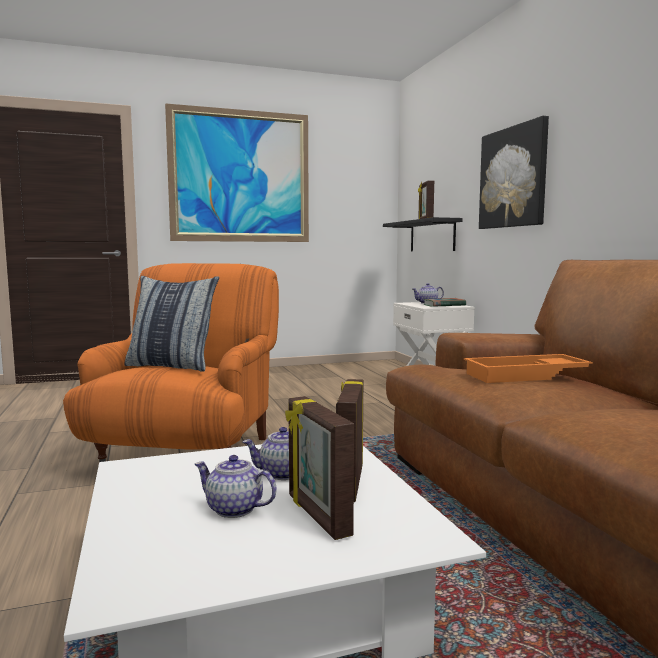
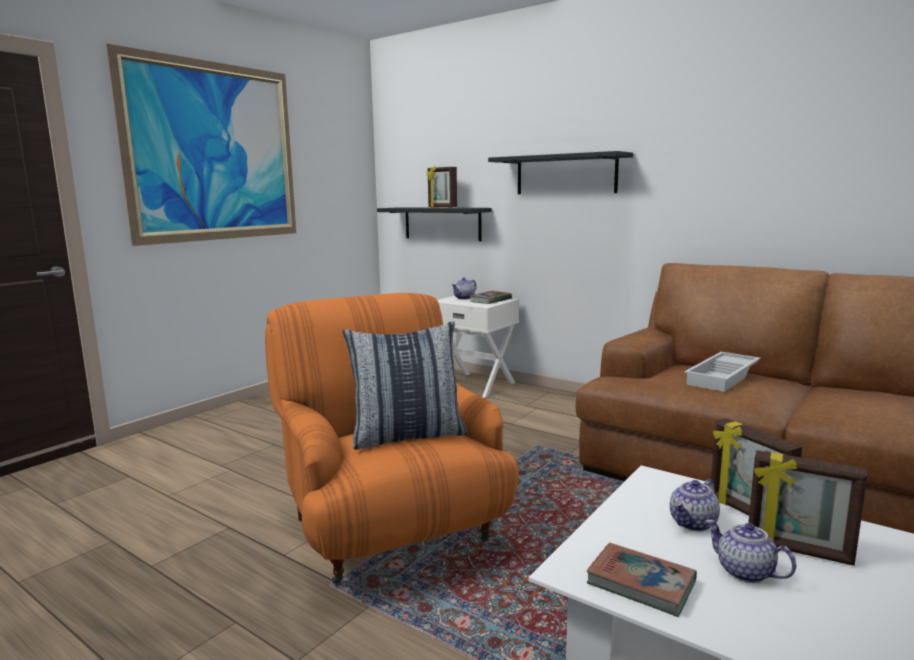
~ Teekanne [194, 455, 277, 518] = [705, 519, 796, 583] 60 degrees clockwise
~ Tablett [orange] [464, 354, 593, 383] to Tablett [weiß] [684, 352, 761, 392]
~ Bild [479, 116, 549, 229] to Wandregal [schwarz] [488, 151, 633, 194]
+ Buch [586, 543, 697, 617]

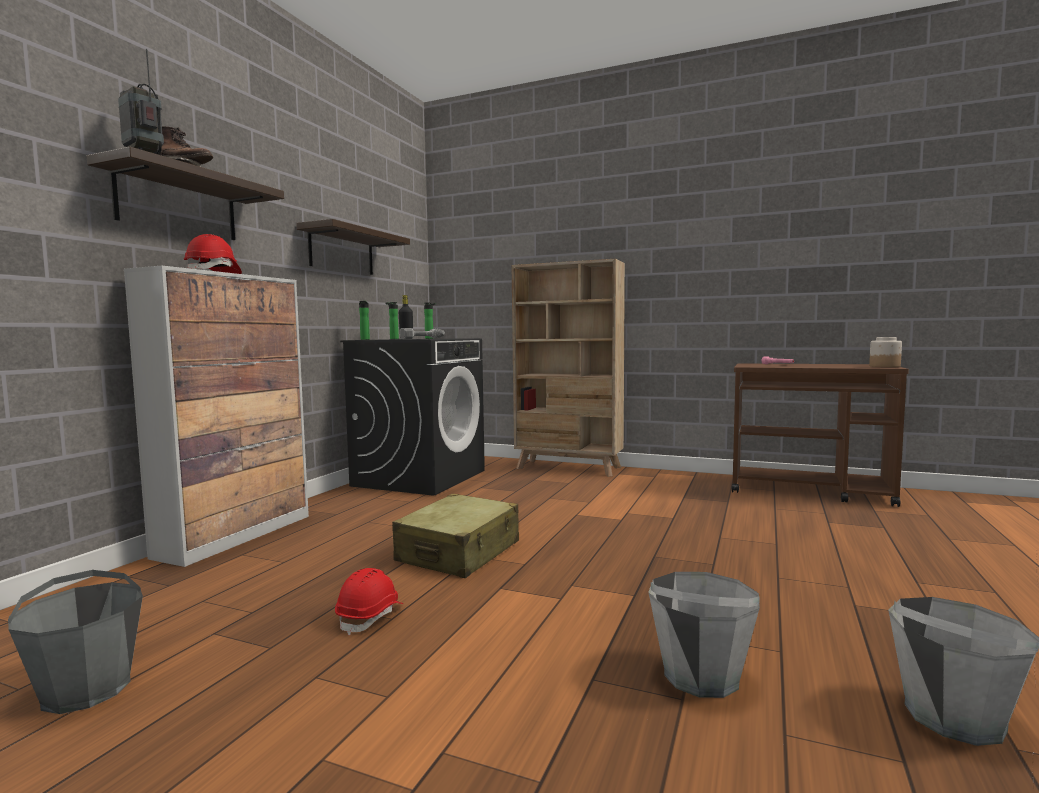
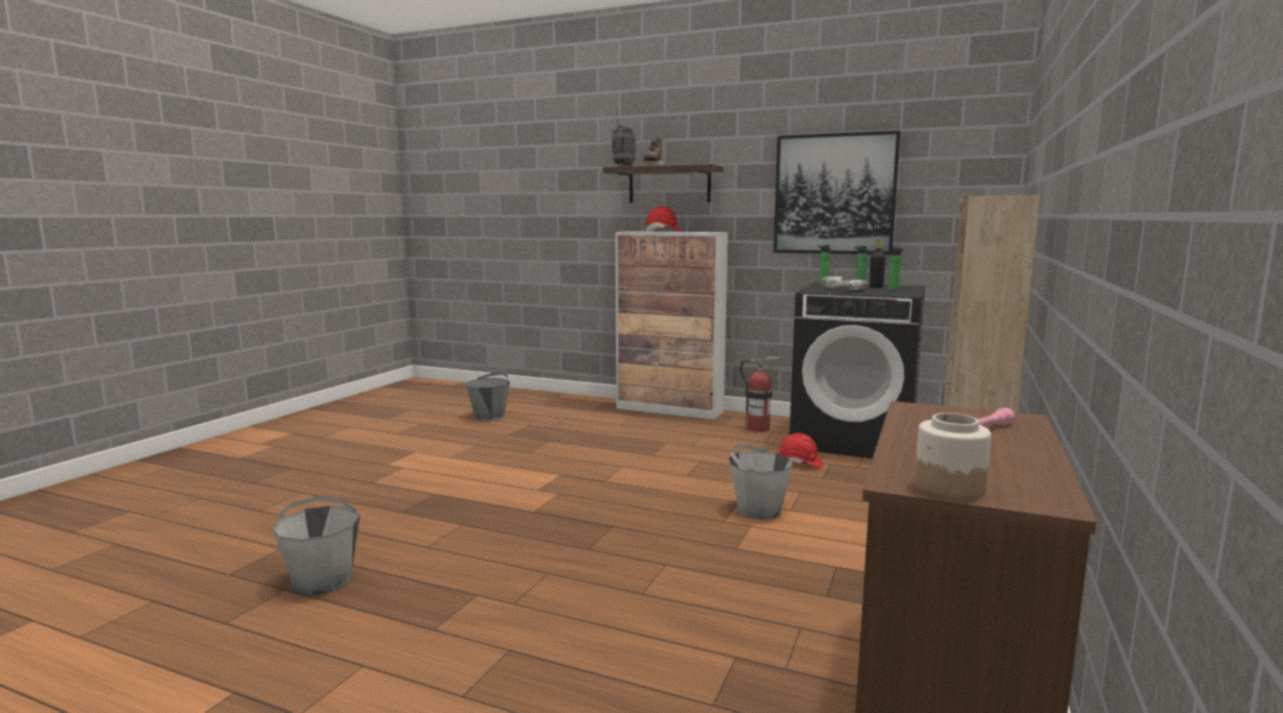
~ Wandregal [296, 219, 410, 275] to Bild [774, 131, 901, 255]
~ Schutzhelm [rot] [335, 568, 403, 635] to [778, 433, 824, 468]
- Koffer [beige] [392, 494, 519, 578]
~ Eimer [grau] [648, 572, 760, 698] to [729, 445, 793, 519]
+ Feuerlöscher [740, 357, 782, 432]

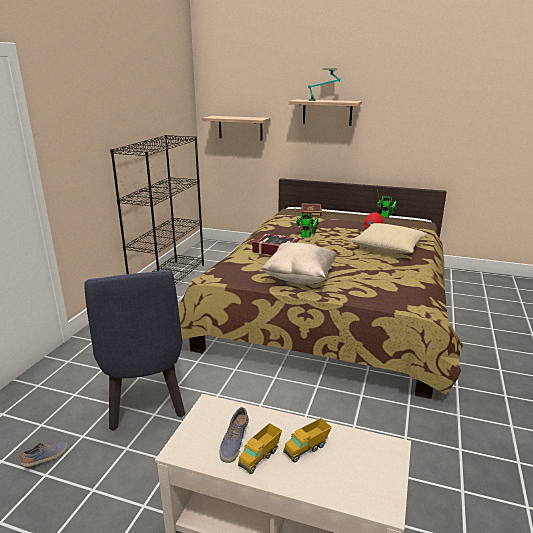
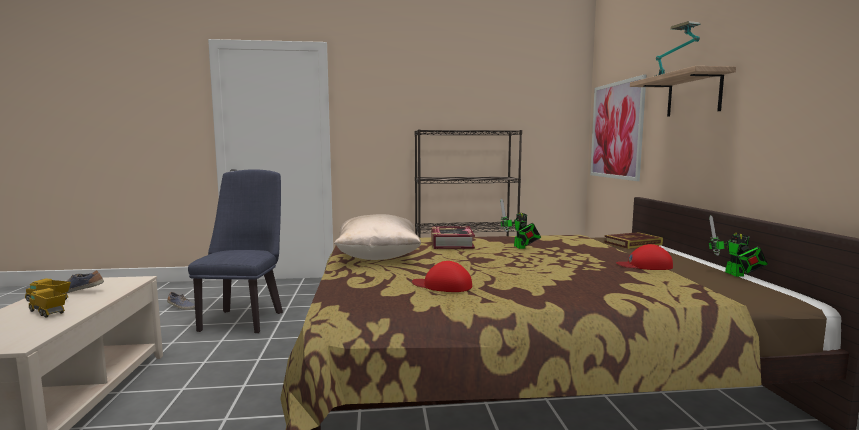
~ Stuhl [blau] [84, 270, 185, 431] = [188, 169, 283, 333] 135 degrees clockwise
~ Wandregal [202, 116, 270, 140] to Bild [590, 75, 646, 181]
- Kissen [beige] [350, 223, 428, 254]
+ Kappe [rot] [412, 261, 472, 292]

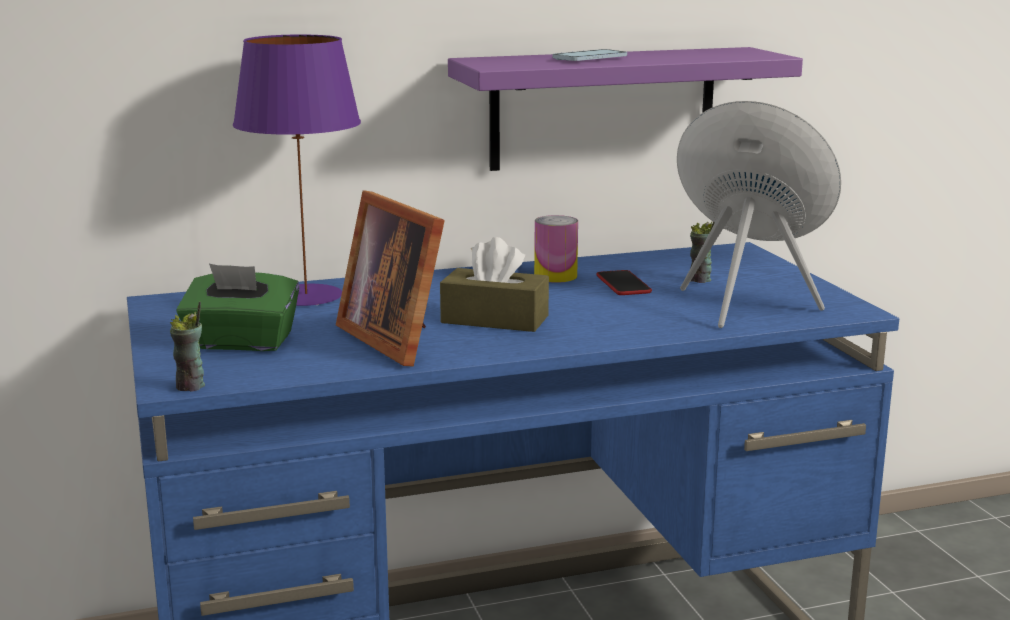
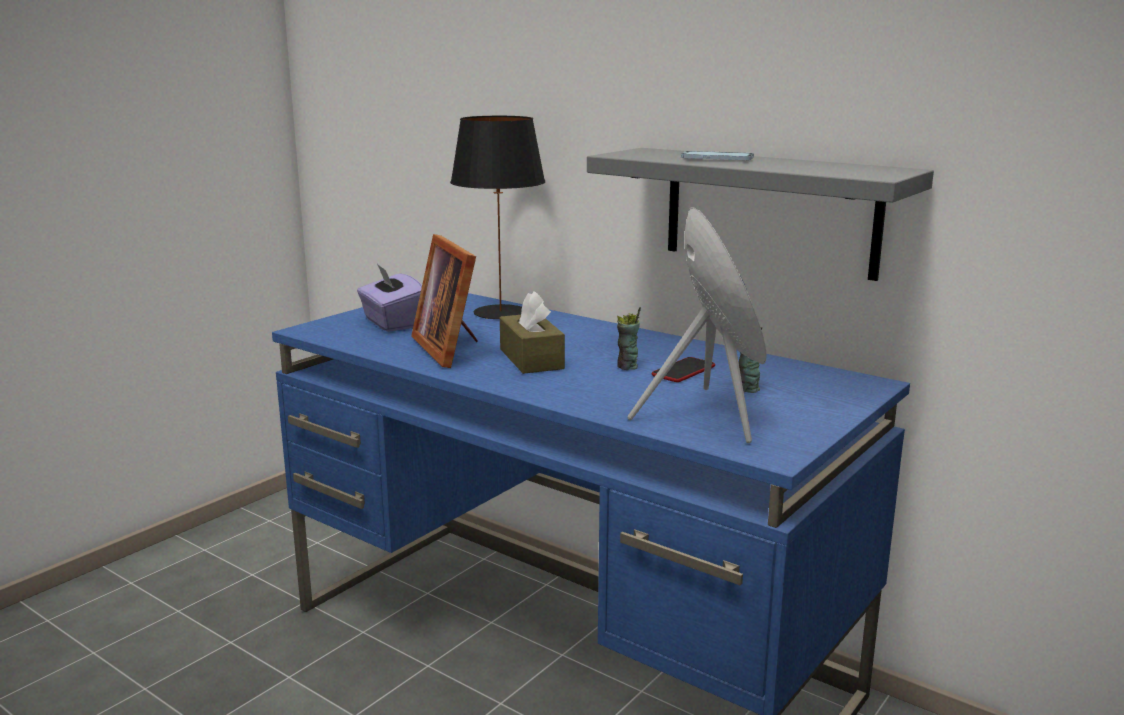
~ Tasse [170, 302, 205, 392] to [617, 307, 641, 370]
~ Taschentuchbox [grün] [176, 264, 299, 351] to Taschentuchbox [lila] [357, 264, 422, 332]
~ Tischlampe [lila] [233, 34, 361, 306] to Tischlampe [schwarz] [450, 116, 545, 319]
~ Bilderrahmen [336, 190, 445, 366] = [411, 234, 478, 368] 45 degrees counterclockwise
~ Wandregal [lila] [448, 47, 803, 171] to Wandregal [grau] [587, 148, 934, 281]
- Dose [534, 215, 578, 283]

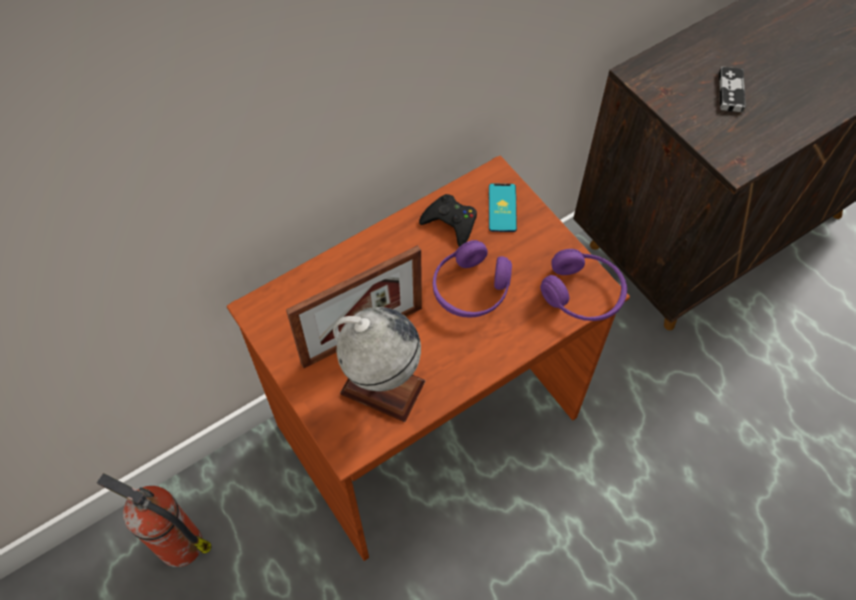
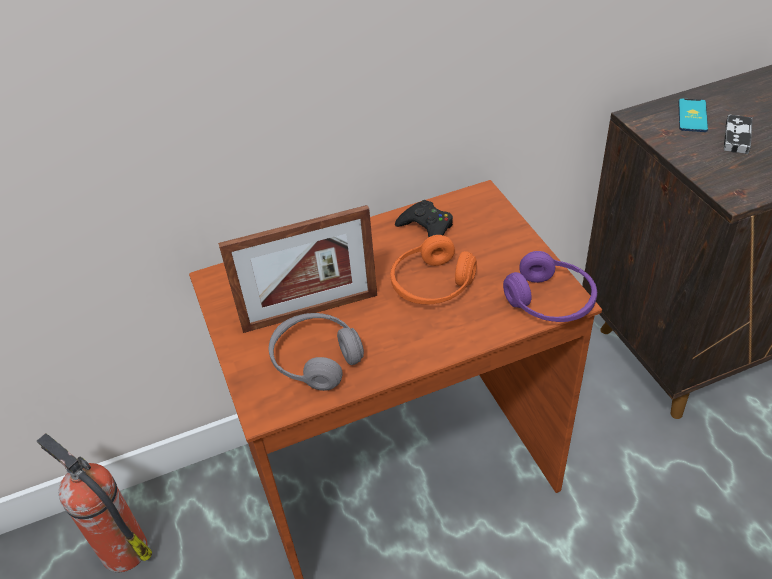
~ Globus [333, 307, 426, 422] to Kopfhörer [grau] [269, 313, 364, 391]
~ Kopfhörer [lila] [433, 240, 512, 317] to Kopfhörer [orange] [390, 235, 477, 304]
~ Handy [489, 184, 517, 232] to [678, 99, 708, 132]

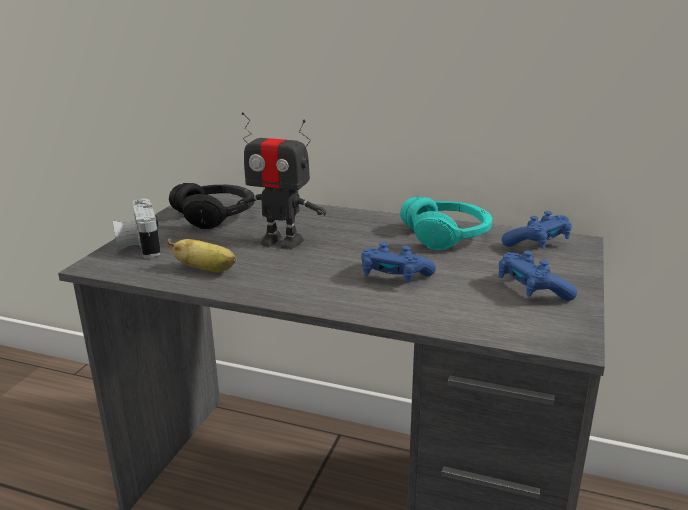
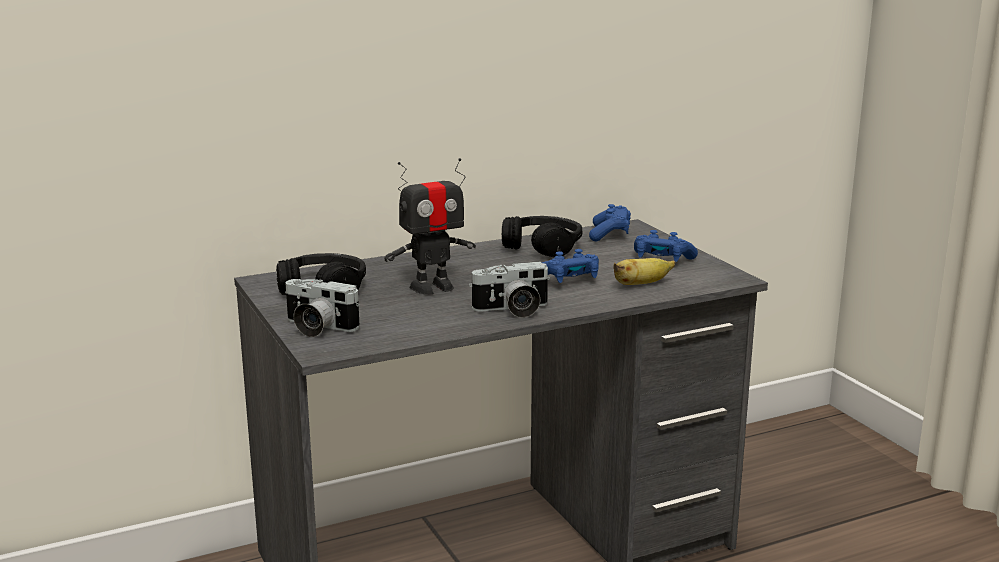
~ Banane [167, 238, 236, 272] to [613, 258, 675, 285]
~ Kopfhörer [türkis] [400, 196, 492, 250] to Kopfhörer [schwarz] [502, 216, 582, 257]
+ Kamera [469, 262, 550, 318]

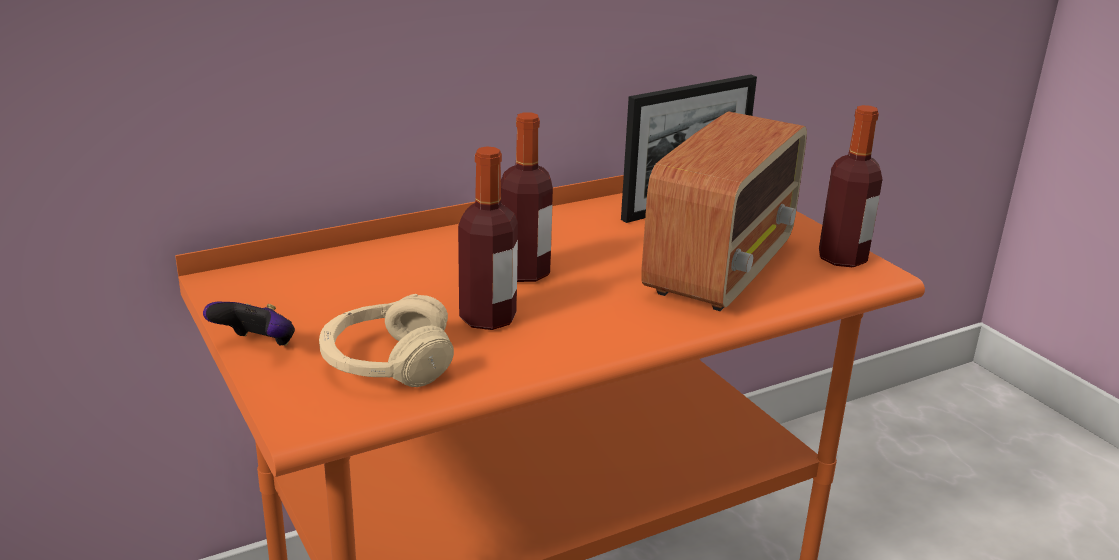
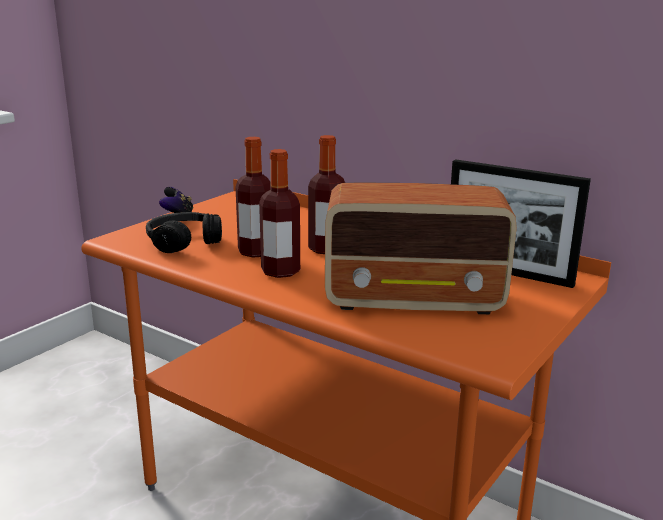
~ Kopfhörer [beige] [319, 294, 454, 387] to Kopfhörer [schwarz] [146, 212, 222, 253]
~ Flasche [819, 105, 883, 267] to [259, 149, 300, 278]

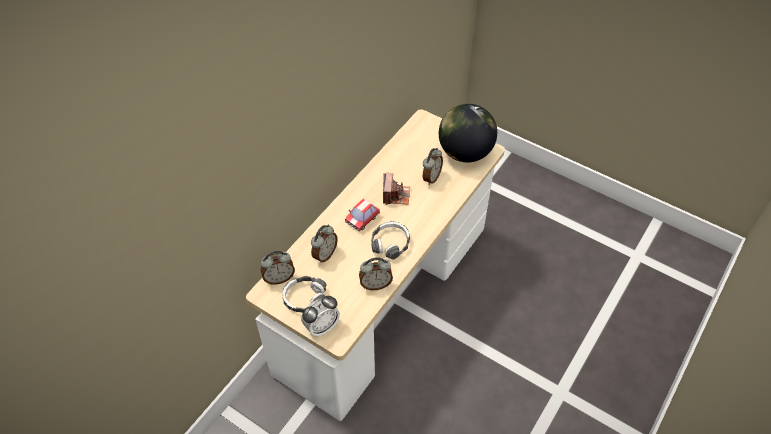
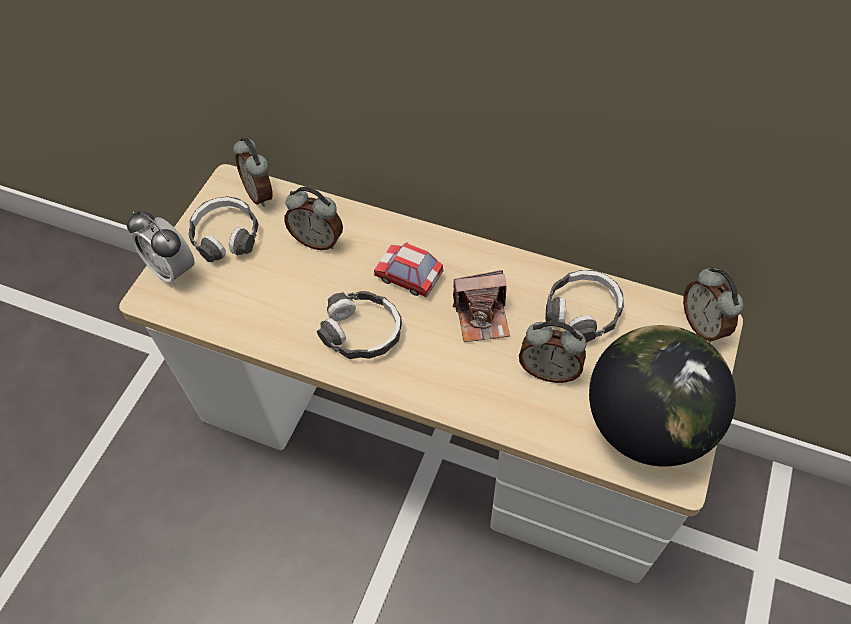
~ Wecker [359, 258, 393, 290] to [683, 267, 744, 343]
+ Kopfhörer [545, 270, 624, 343]

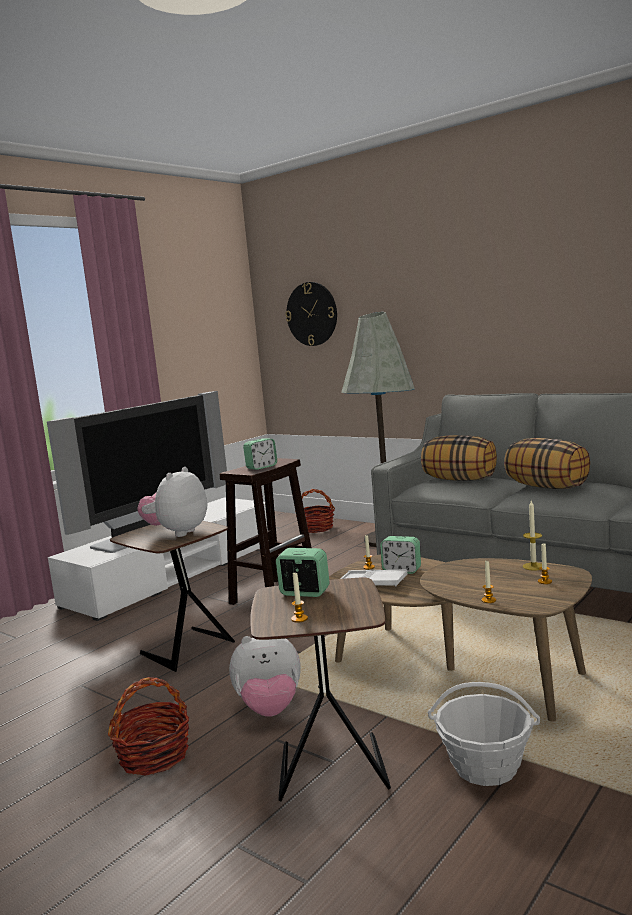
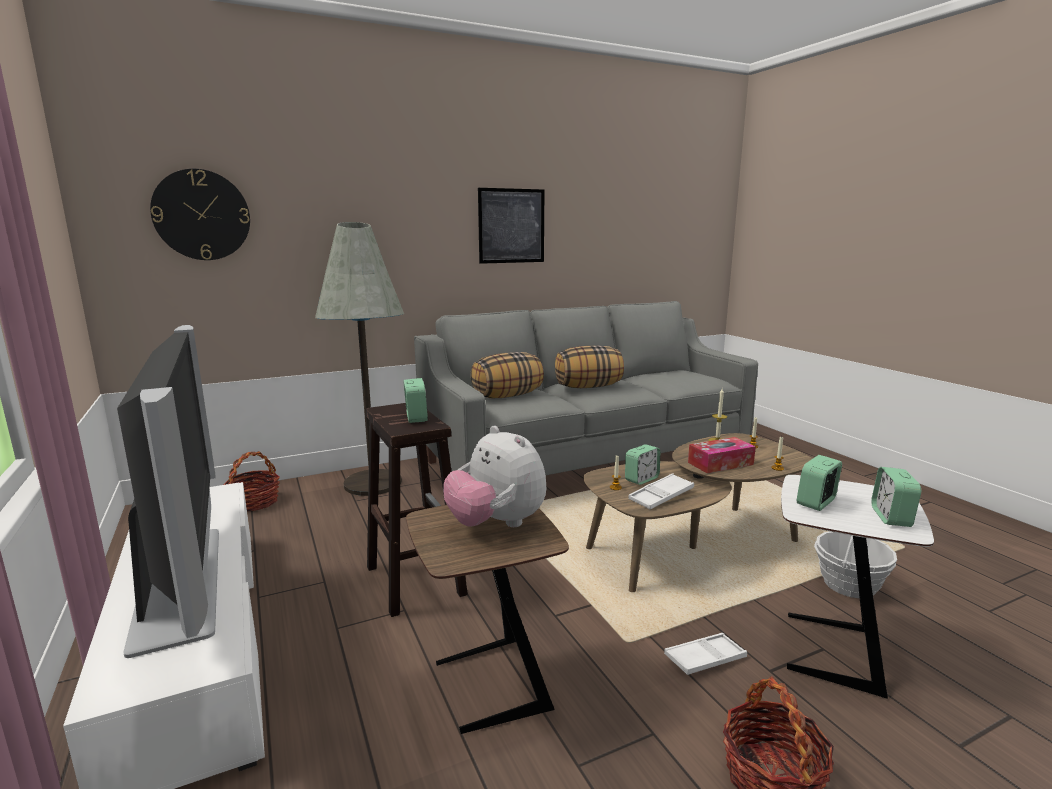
~ Plüschtier [229, 636, 300, 717] to Tablett [weiß] [664, 633, 747, 675]
~ Beistelltisch [braun] [250, 577, 391, 801] to Beistelltisch [weiß] [781, 475, 934, 699]
~ Kerze [291, 573, 308, 623] to Wecker [871, 467, 921, 527]
+ Bild [478, 188, 544, 264]
+ Taschentuchbox [688, 437, 756, 473]

